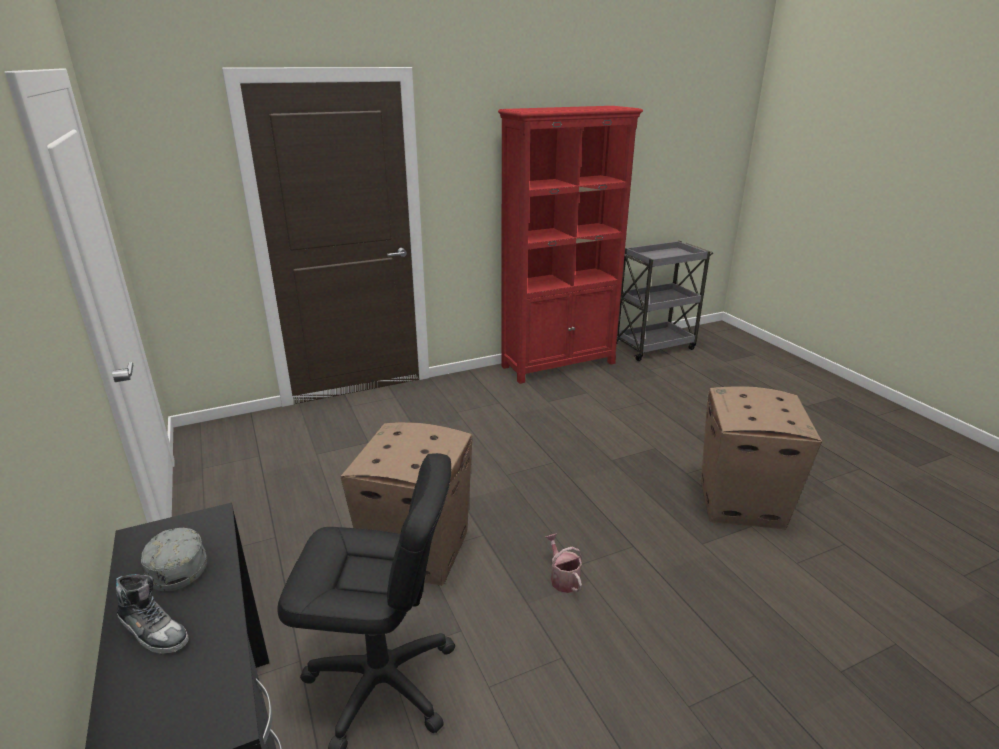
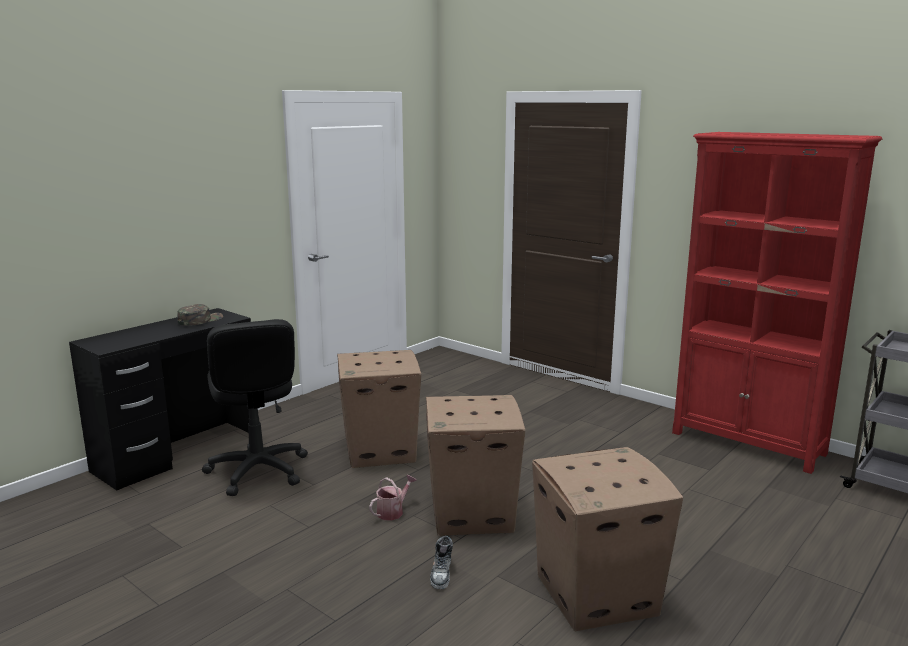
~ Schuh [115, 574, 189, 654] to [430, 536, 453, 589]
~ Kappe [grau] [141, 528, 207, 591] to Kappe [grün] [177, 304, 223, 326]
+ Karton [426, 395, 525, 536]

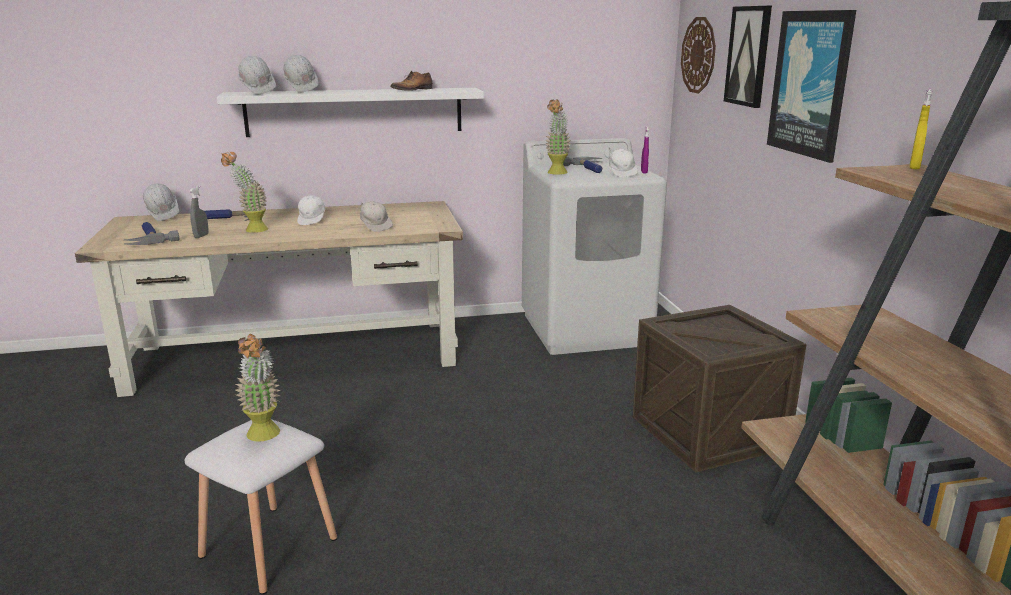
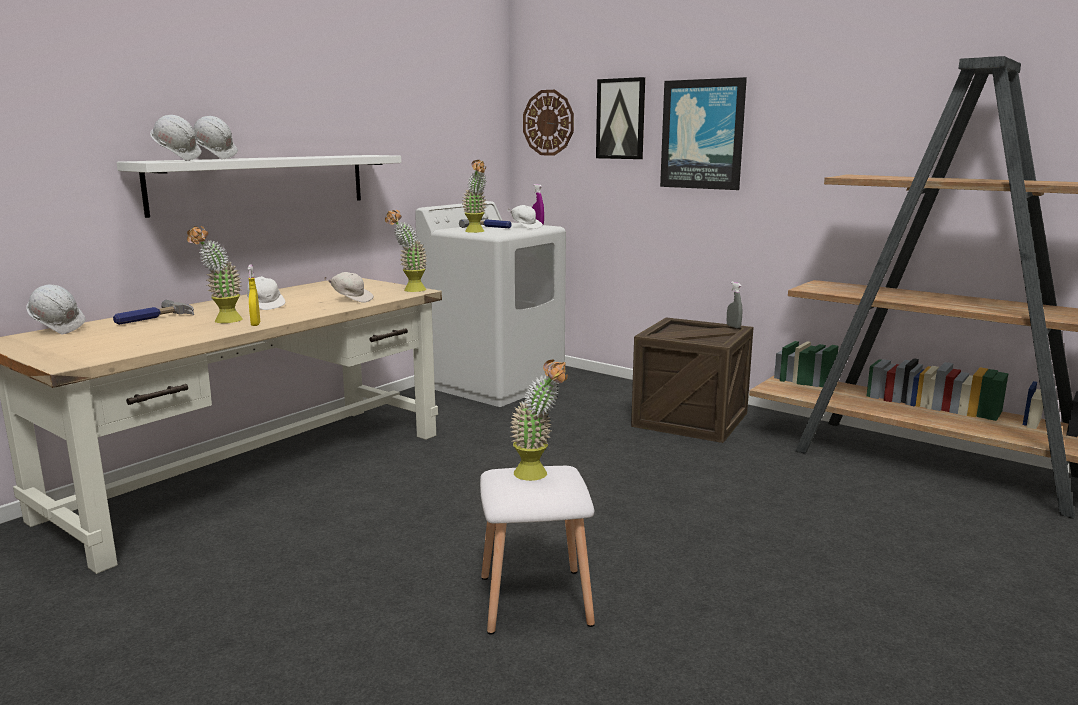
- Hammer [124, 222, 179, 245]
~ Sprühflasche [grau] [189, 186, 209, 238] to [727, 282, 742, 329]
- Schuh [390, 71, 432, 91]
~ Sprühflasche [gelb] [910, 88, 932, 169] to [248, 265, 260, 326]
+ Topfpflanze [385, 210, 427, 292]

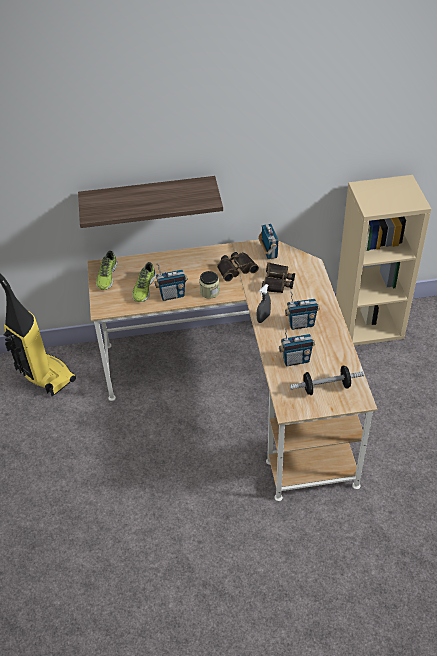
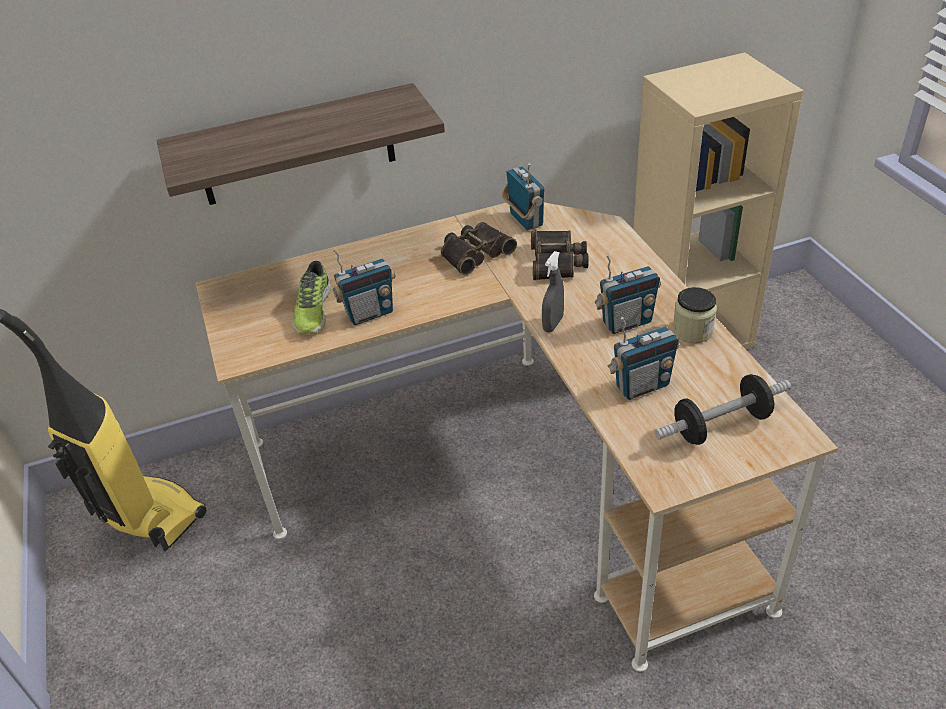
- Schuh [96, 251, 117, 290]
~ Vorratsglas [199, 271, 220, 299] to [673, 287, 717, 343]

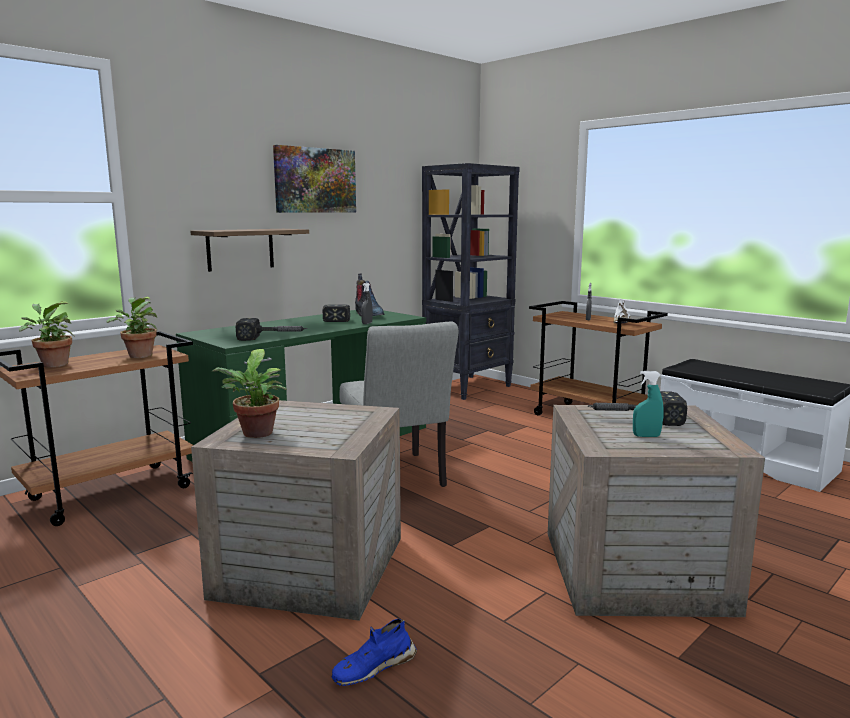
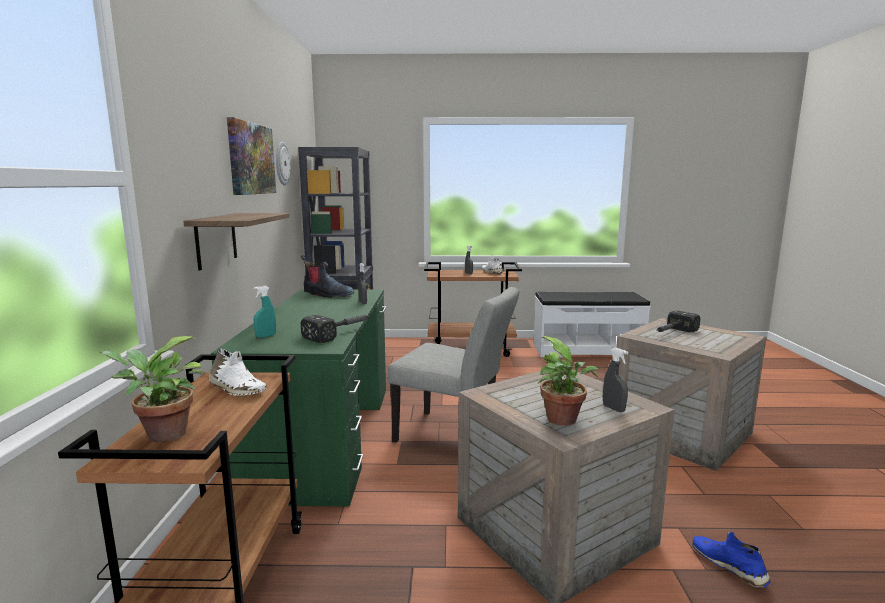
~ Topfpflanze [106, 297, 158, 358] to Schuh [weiß] [209, 348, 267, 396]
- Hammer [323, 304, 350, 322]
~ Schuh [blau] [332, 618, 417, 686] = [692, 532, 771, 588] 135 degrees clockwise
~ Sprühflasche [türkis] [633, 371, 664, 437] to [254, 286, 276, 338]
+ Wanduhr [276, 142, 291, 185]
+ Sprühflasche [grau] [603, 348, 628, 412]

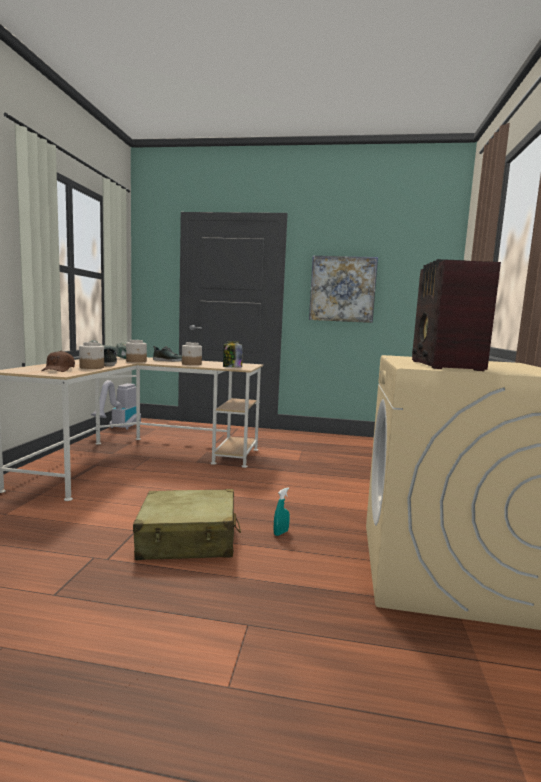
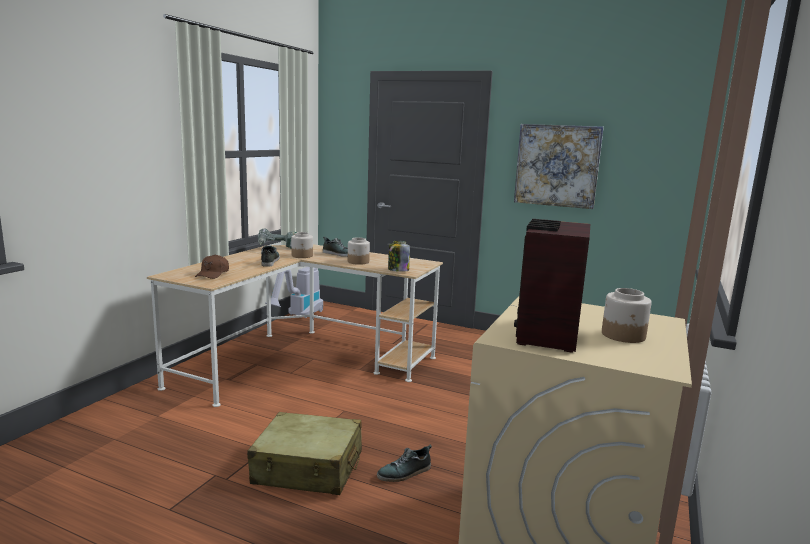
~ Vorratsglas [79, 342, 104, 369] to [602, 288, 652, 343]
~ Sprühflasche [türkis] [274, 488, 290, 536] to Schuh [377, 445, 432, 482]

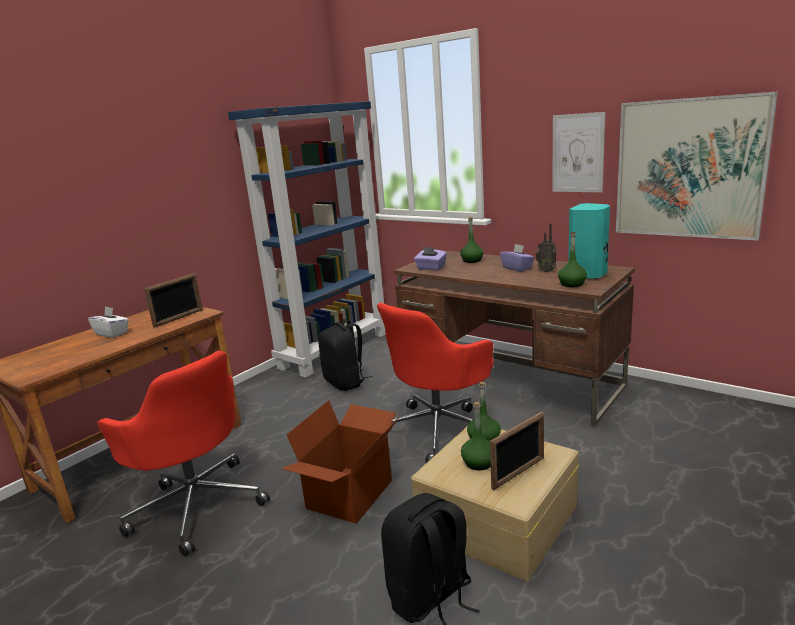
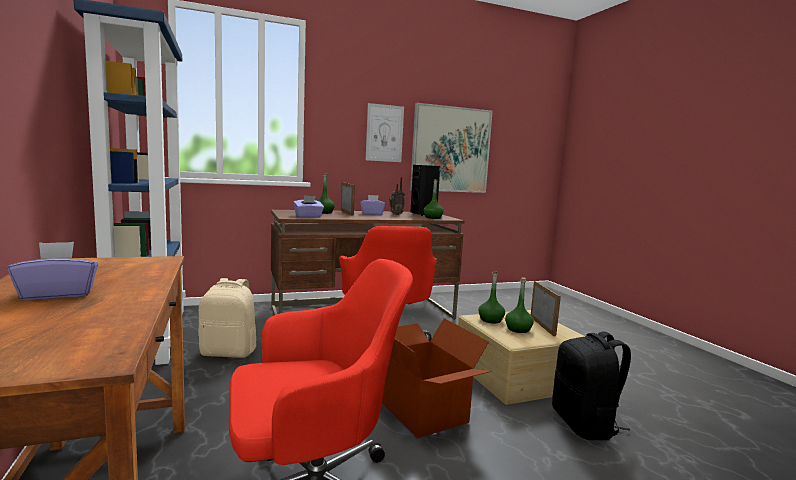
~ Taschentuchbox [weiß] [88, 306, 129, 338] to Taschentuchbox [lila] [8, 242, 98, 300]
~ Bilderrahmen [144, 273, 203, 328] to [341, 183, 355, 215]
~ Rucksack [schwarz] [318, 319, 373, 391] to Rucksack [beige] [198, 278, 256, 358]
~ Lautsprecher [türkis] [568, 203, 610, 279] to Lautsprecher [schwarz] [411, 165, 440, 216]

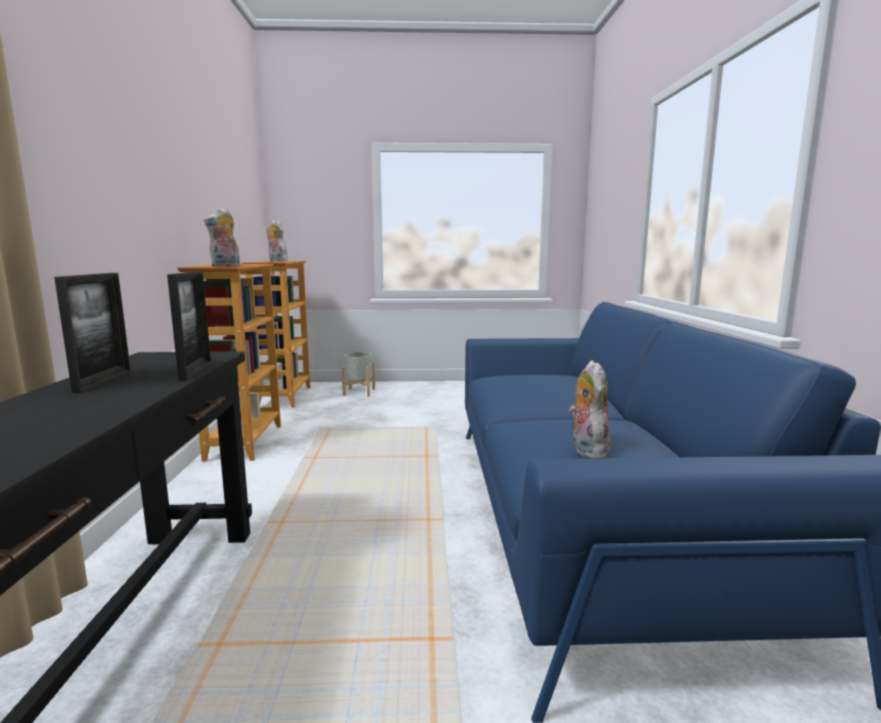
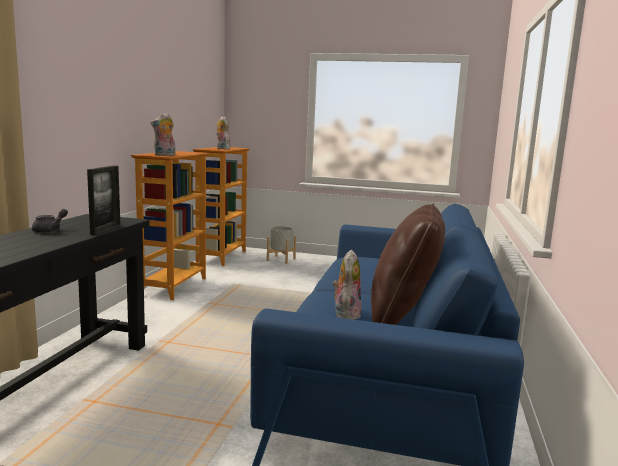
~ Bilderrahmen [54, 273, 131, 392] to Teekanne [grau] [32, 209, 68, 233]
+ Kissen [braun] [371, 204, 445, 325]

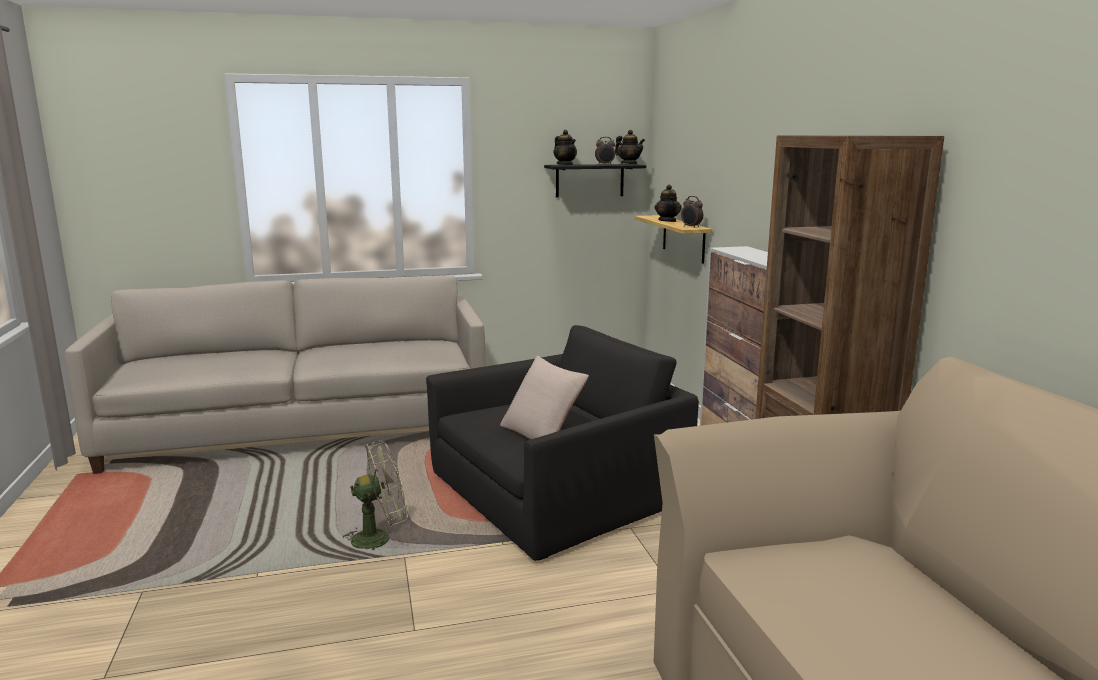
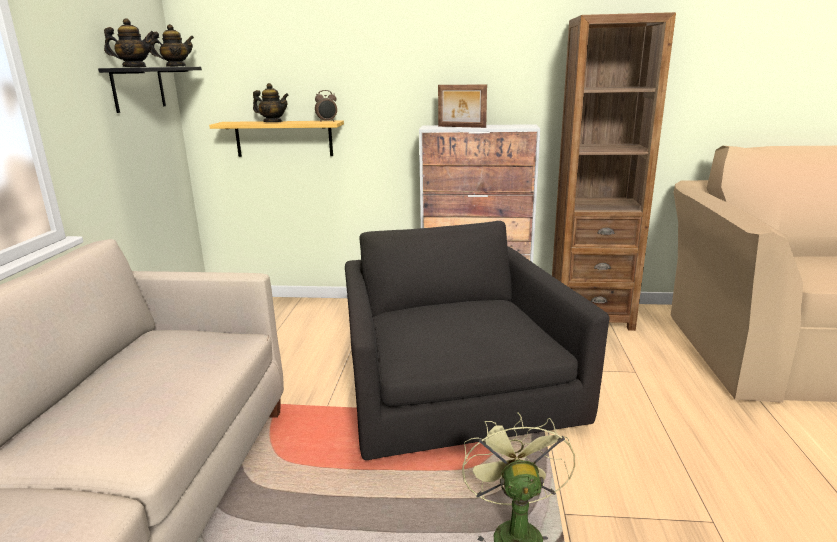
- Kissen [beige] [500, 356, 589, 439]
- Wecker [595, 137, 615, 165]
+ Bilderrahmen [438, 85, 487, 128]

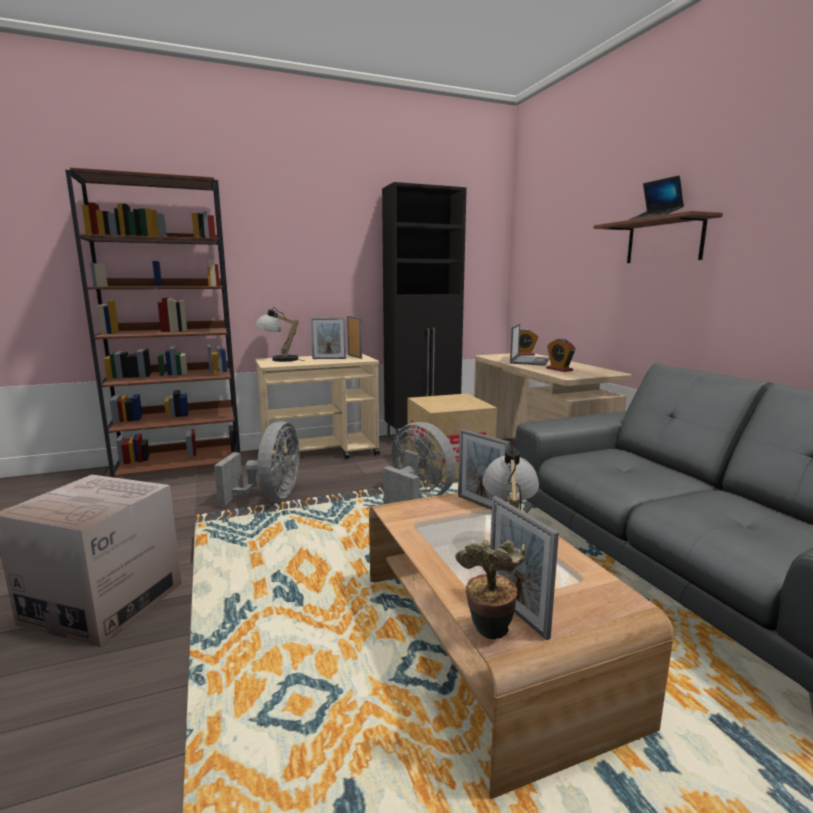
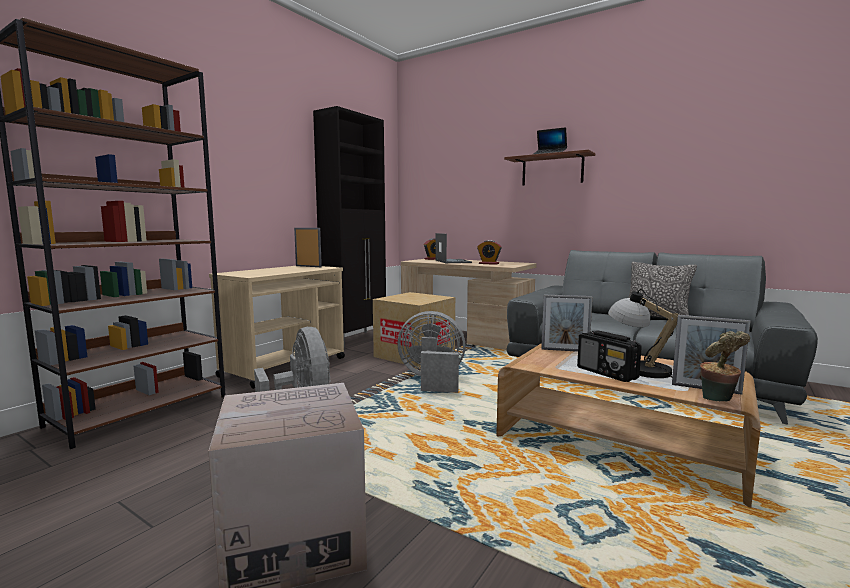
- Tischlampe [255, 307, 305, 362]
- Bilderrahmen [311, 318, 346, 359]
+ Radio [577, 331, 642, 382]
+ Kissen [628, 262, 697, 318]

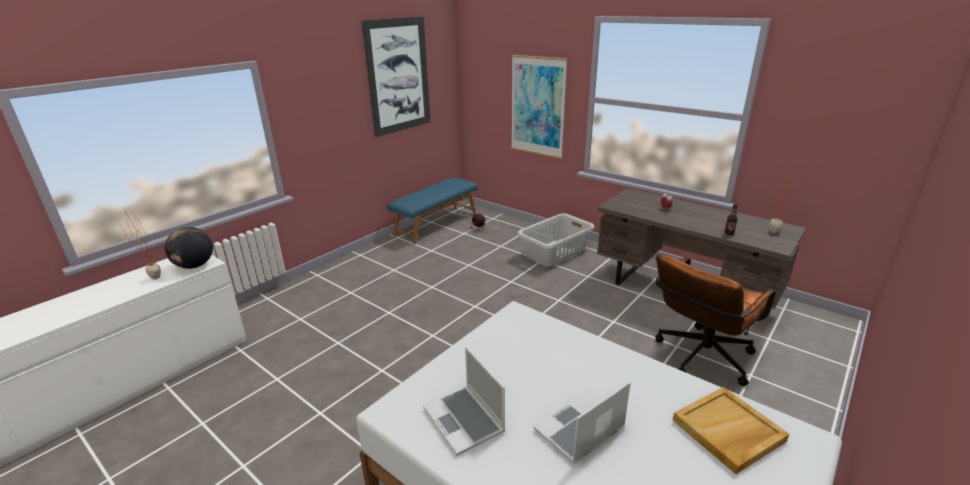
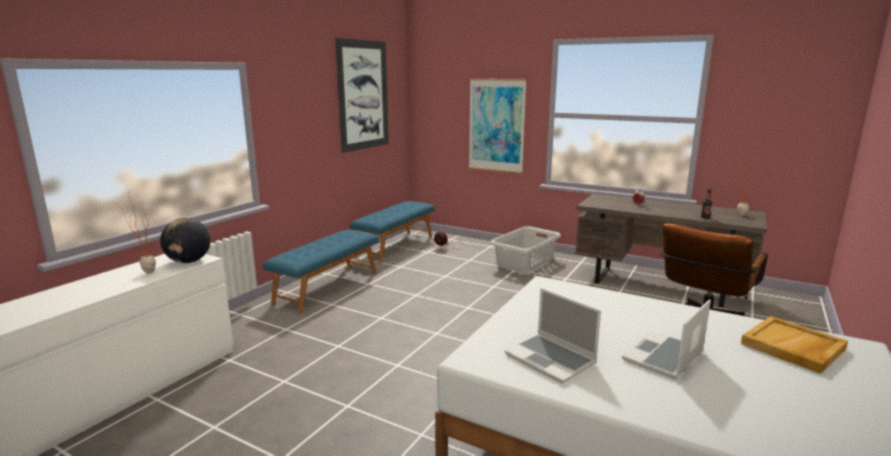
+ Bank [blau] [263, 230, 379, 313]

